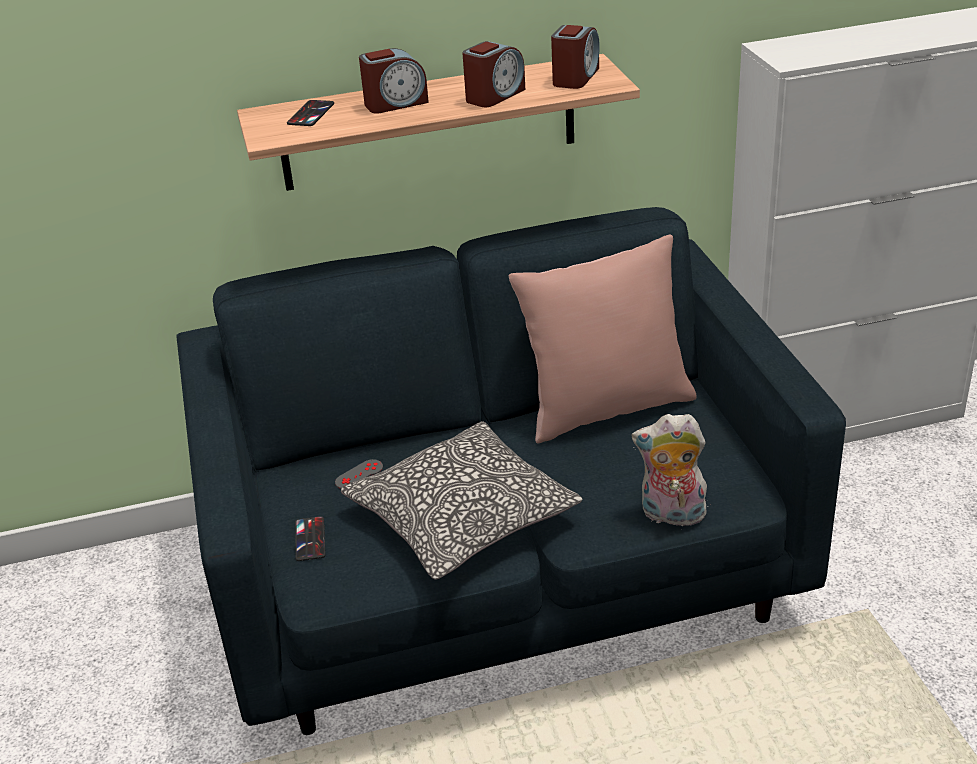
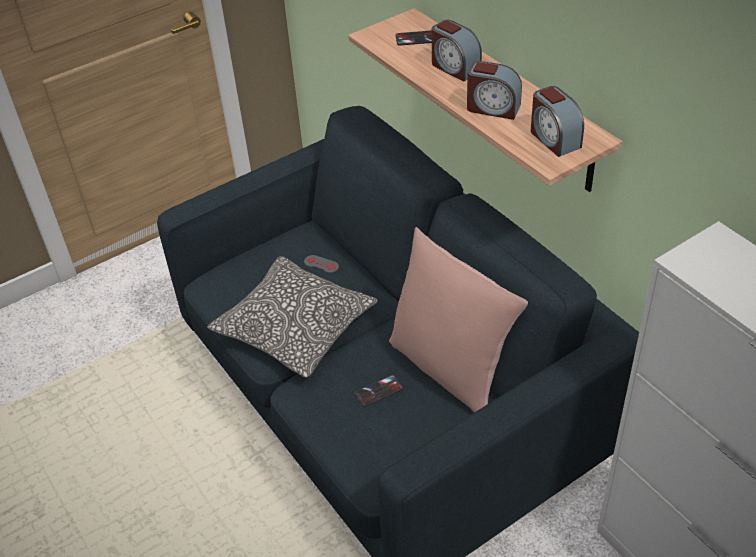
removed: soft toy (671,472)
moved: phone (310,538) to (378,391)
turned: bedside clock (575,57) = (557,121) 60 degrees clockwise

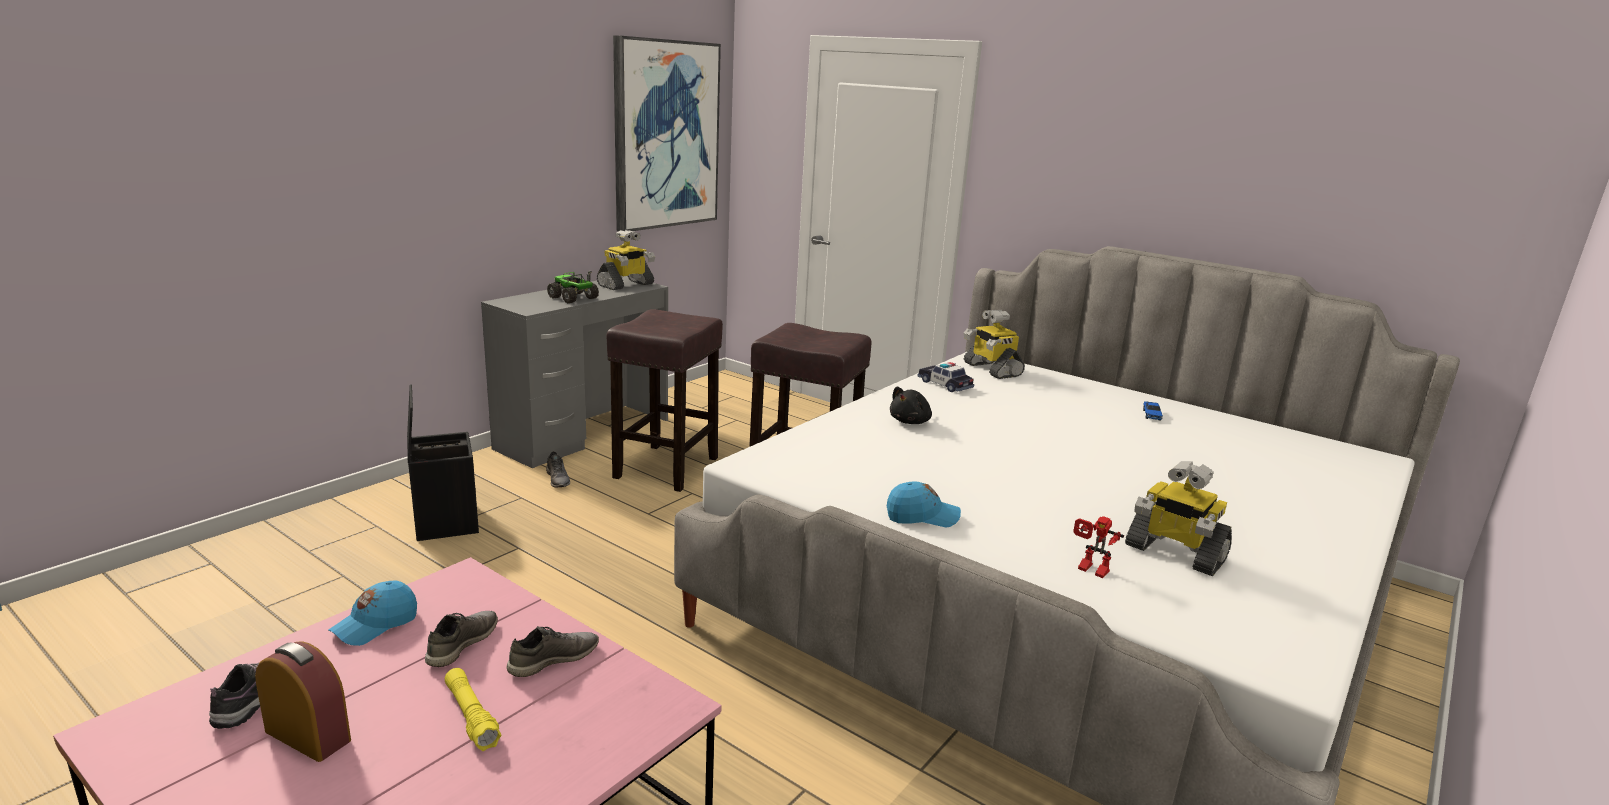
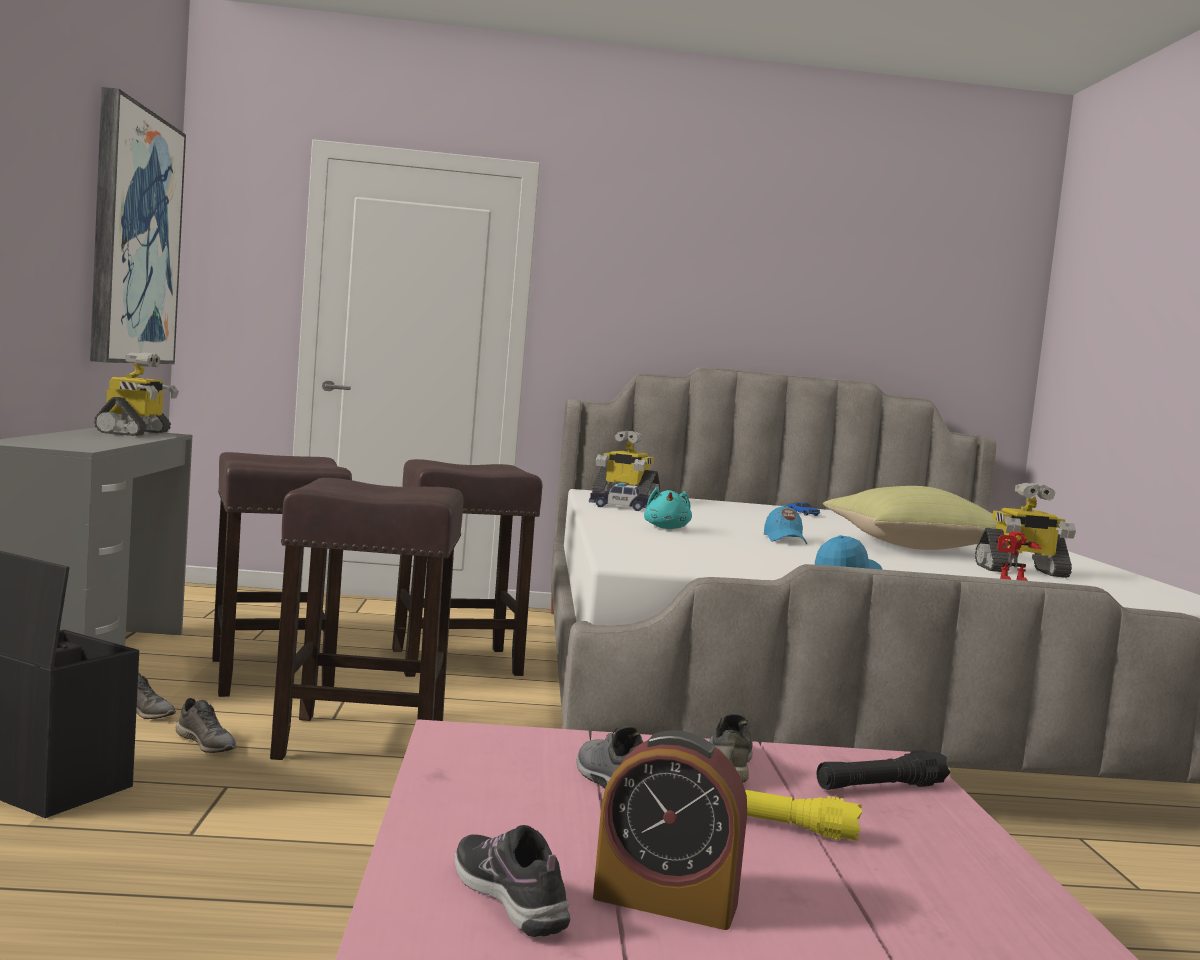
removed: toy lorry (573,286)
added: greyish low shoe (206,725); brown-coloured stool (367,619); black flashlight (883,770); yellow-coloured cushion (910,518)
moved: bluish baseball cap (372,613) to (785,524)
recoloured: black soft toy (911,405) to turquoise-coloured soft toy (668,508)
turned: bedside clock (303,701) = (670,830) 150 degrees counterclockwise

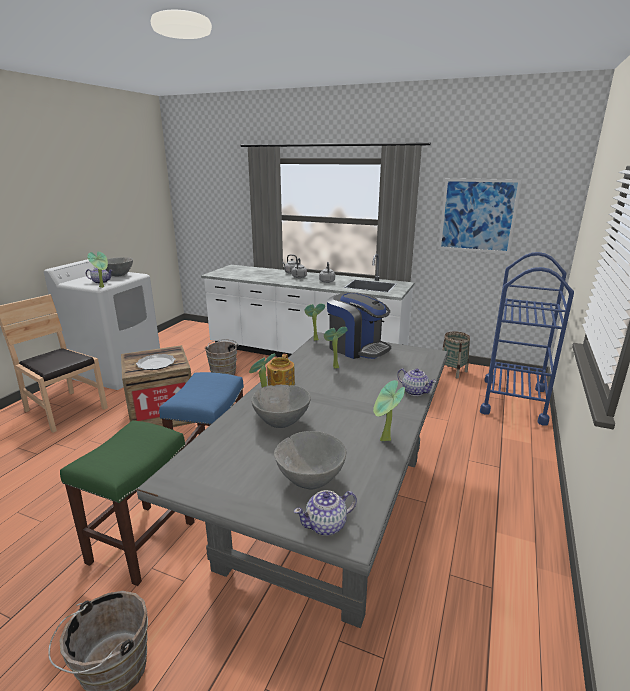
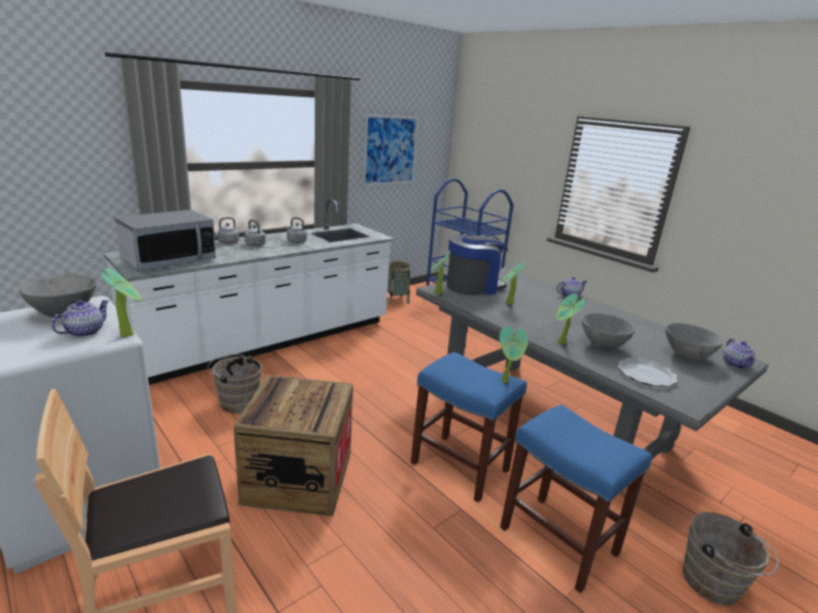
removed: teapot (281,370)
added: microwave (165,240)
moved: potted plant (389,410) to (513,354); dinner plate (156,362) to (648,372)
recoloured: green-coloured stool (127,503) to bluish stool (576,499)

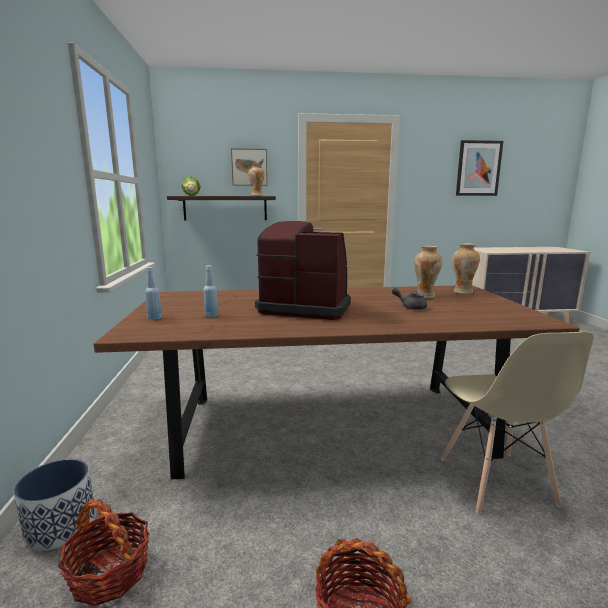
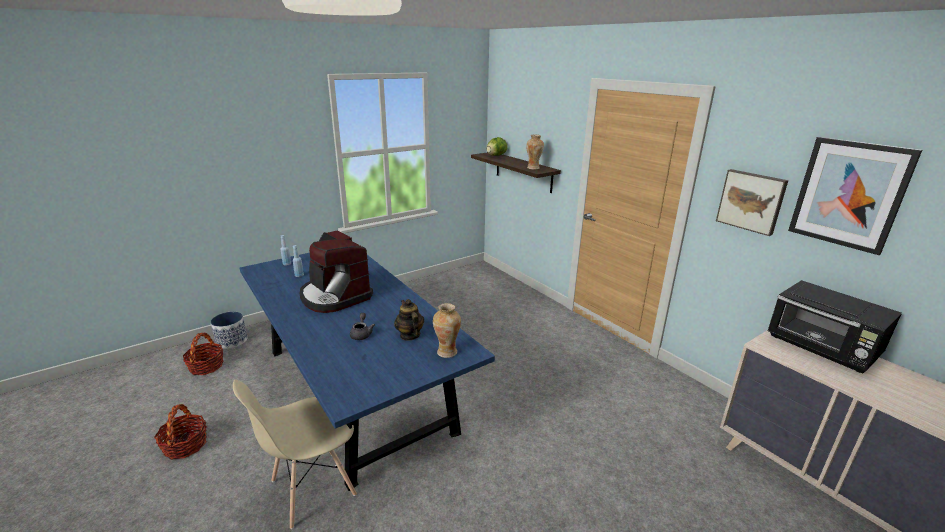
added: black microwave (834,326)
moved: wall picture (249,167) to (752,202)
replaced: decorative vase (428,271) to teapot (409,320)
recoloured: brown-coloured dinner table (337,382) to bluish dinner table (367,372)
turned: coffee maker (303,270) = (336,271) 150 degrees clockwise

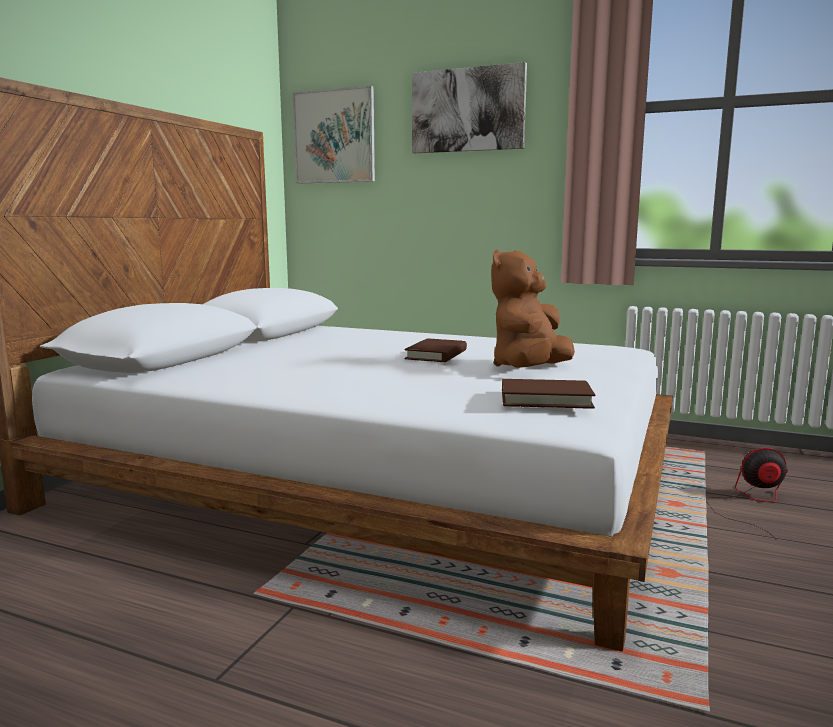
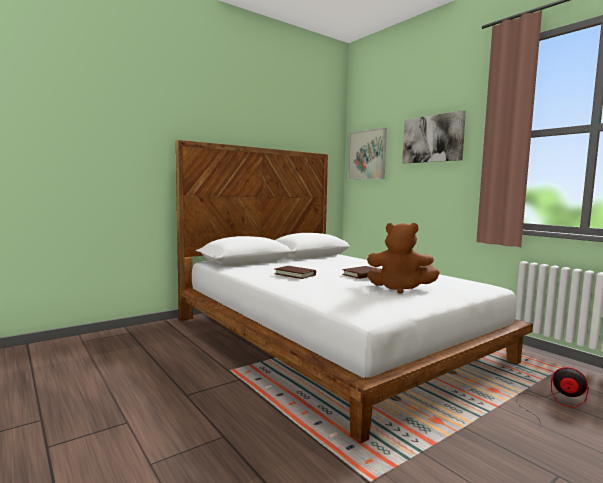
moved: brown-coloured bound book (548,394) to (295,272)
turned: brown-coloured soft toy (533,308) = (403,258) 135 degrees counterclockwise

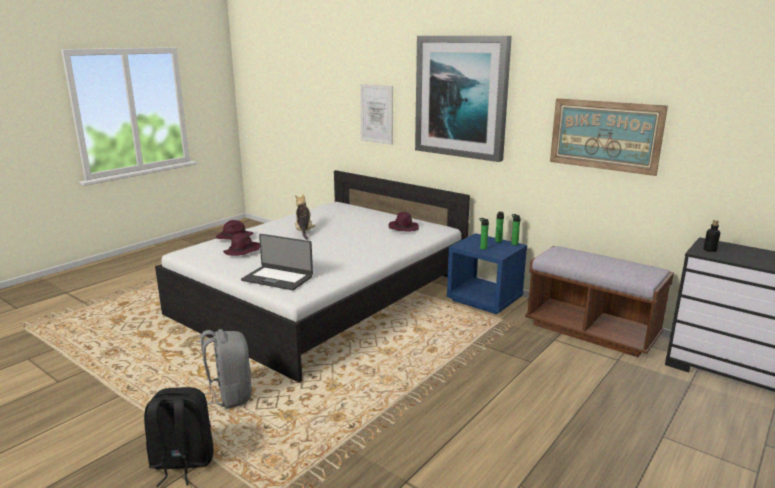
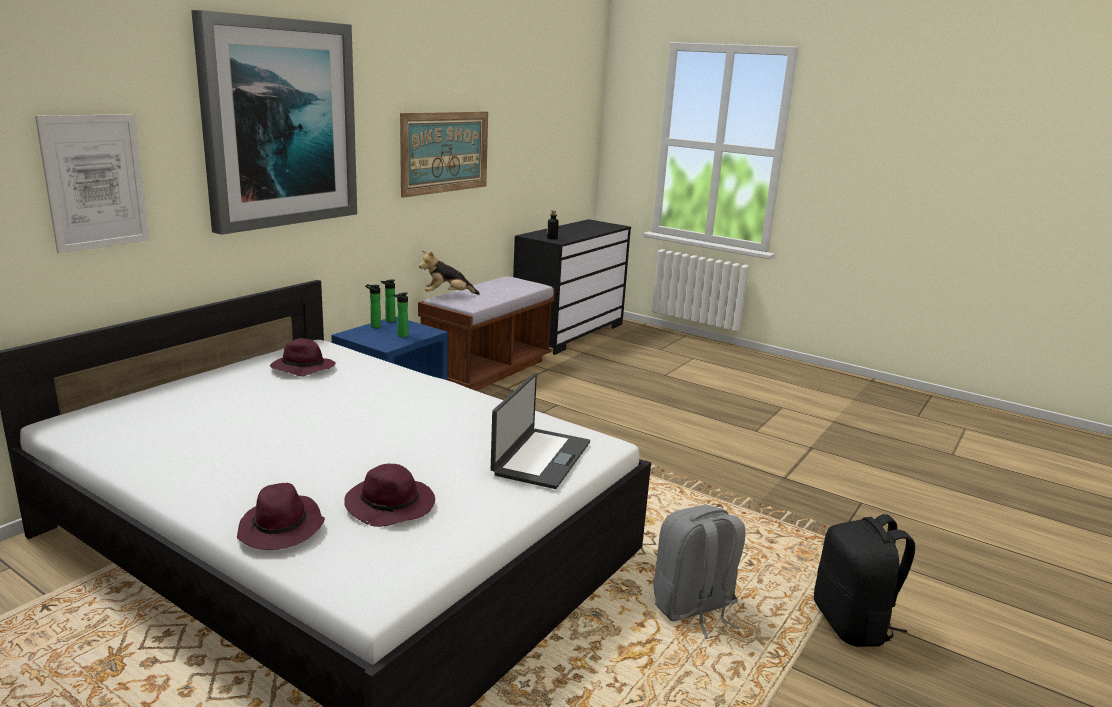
moved: soft toy (305,217) to (449,272)

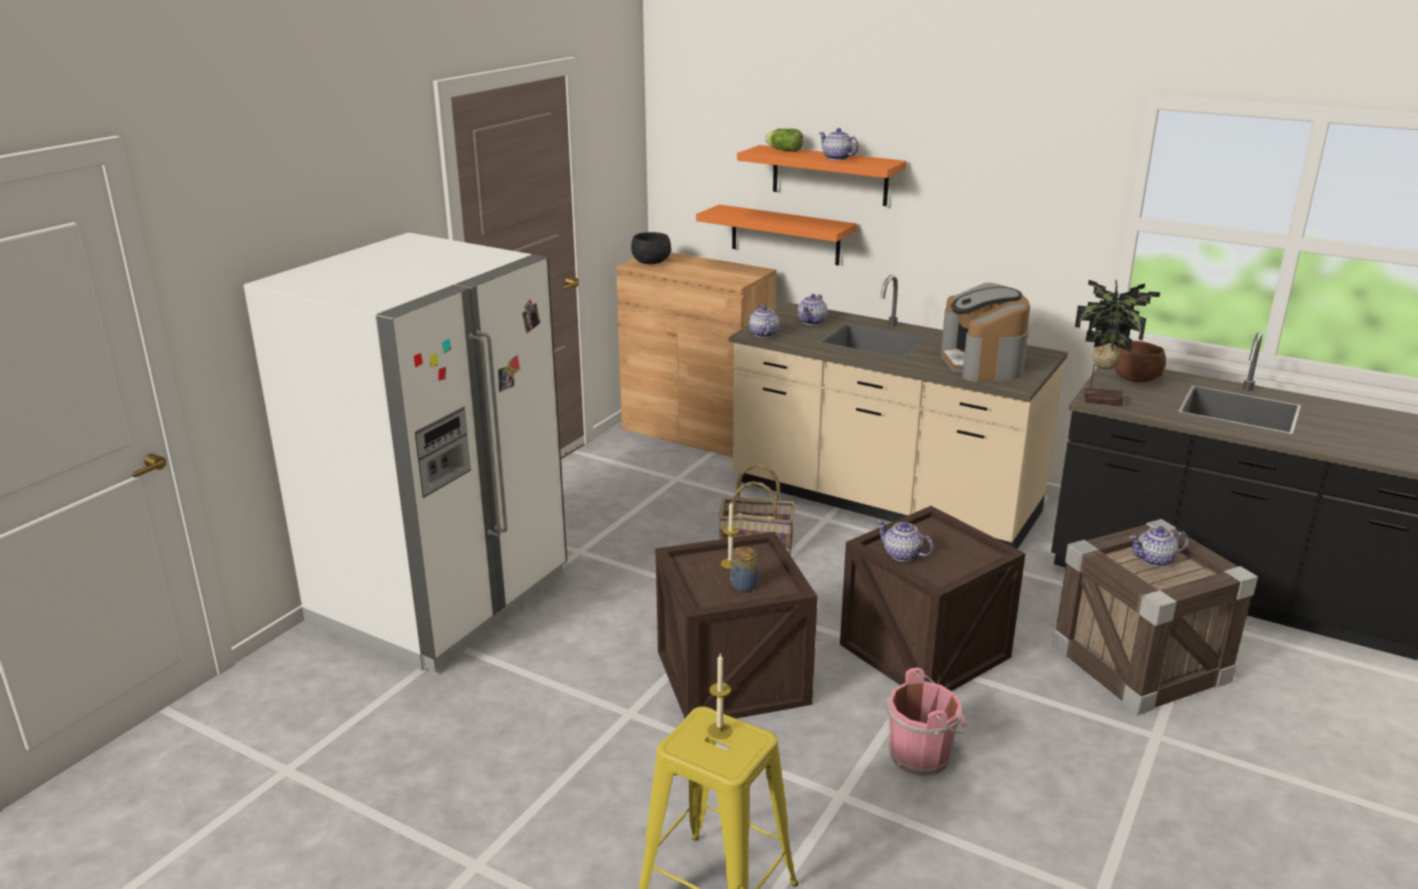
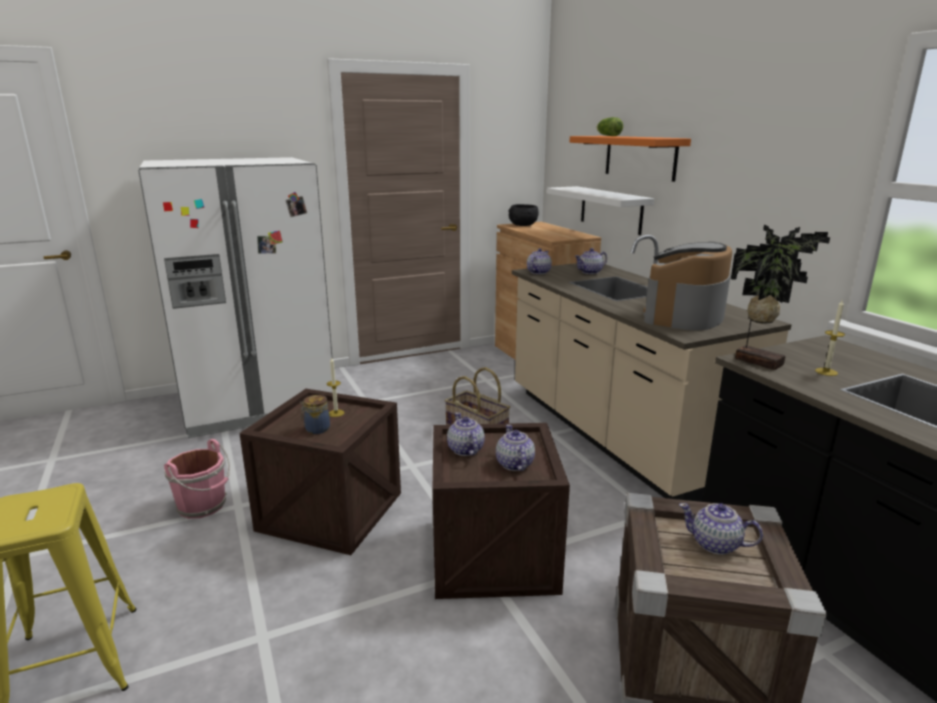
removed: brown-coloured serving bowl (1140,361)
moved: pinkish pail (926,722) to (197,479); teapot (839,144) to (515,447); candle (719,696) to (830,337)
recoloured: orange-coloured shelf (776,235) to white-coloured shelf (600,210)

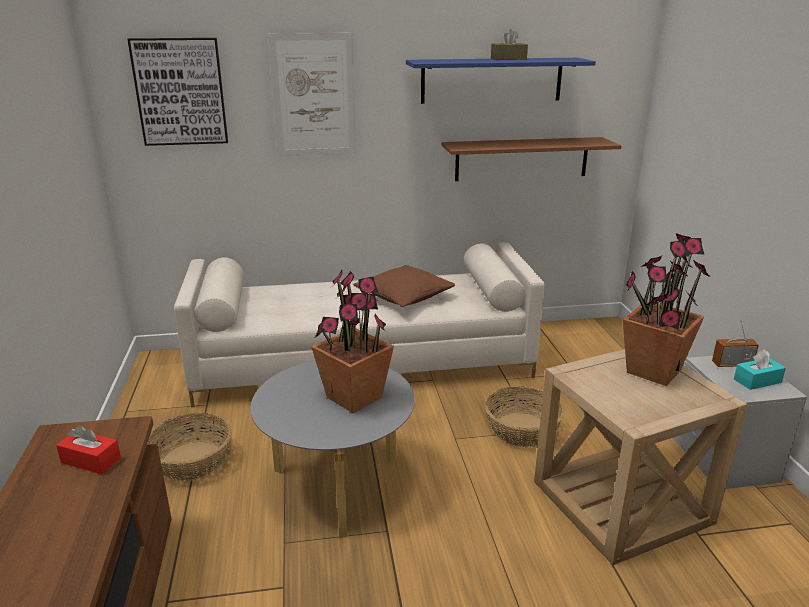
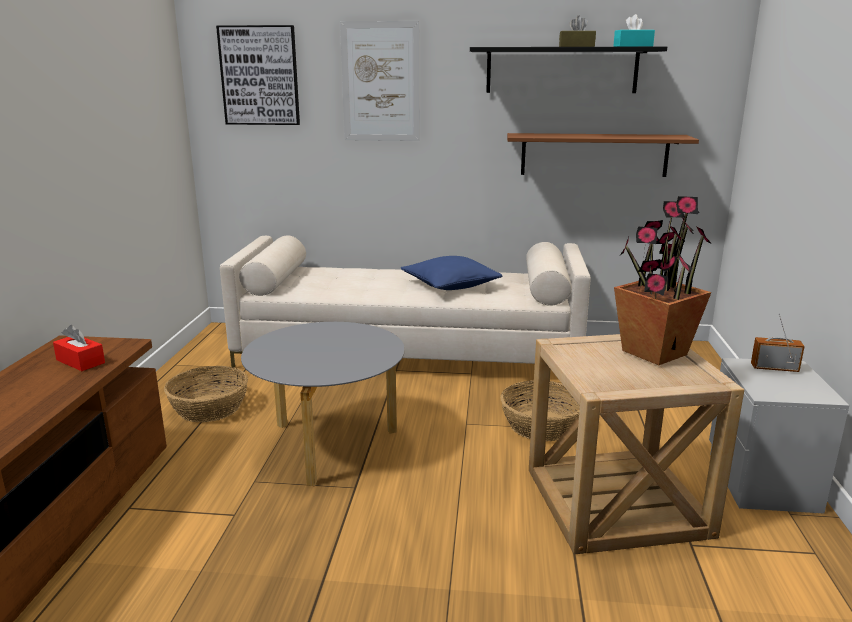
removed: potted plant (352,341)
moved: turquoise-coloured tissue box (760,370) to (634,30)
recoloured: brown-coloured cushion (404,286) to bluish cushion (451,273); bluish shelf (501,81) to black shelf (568,70)

